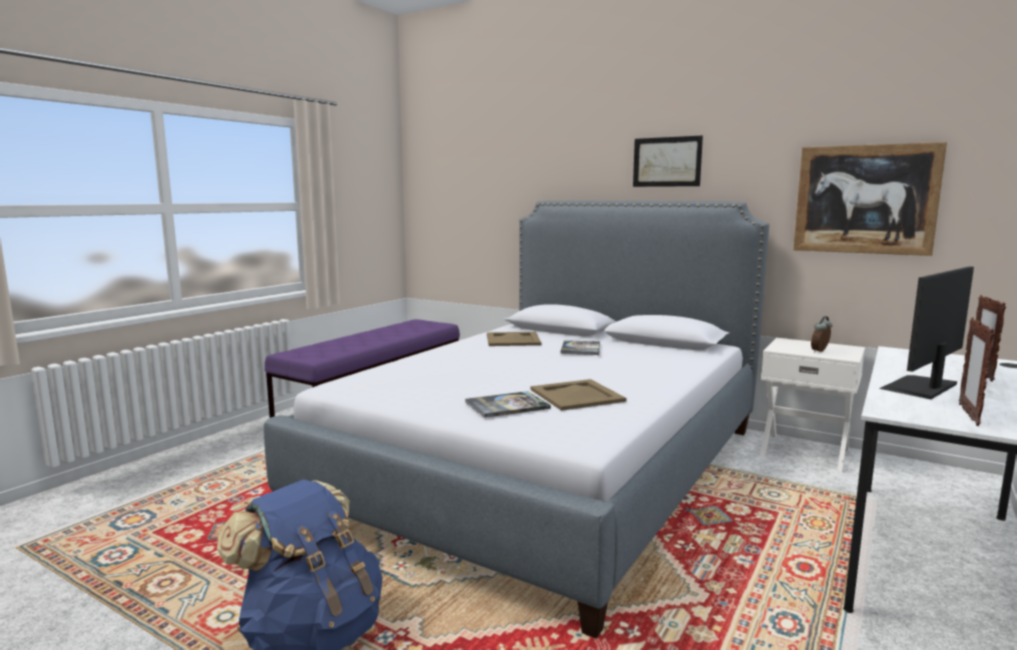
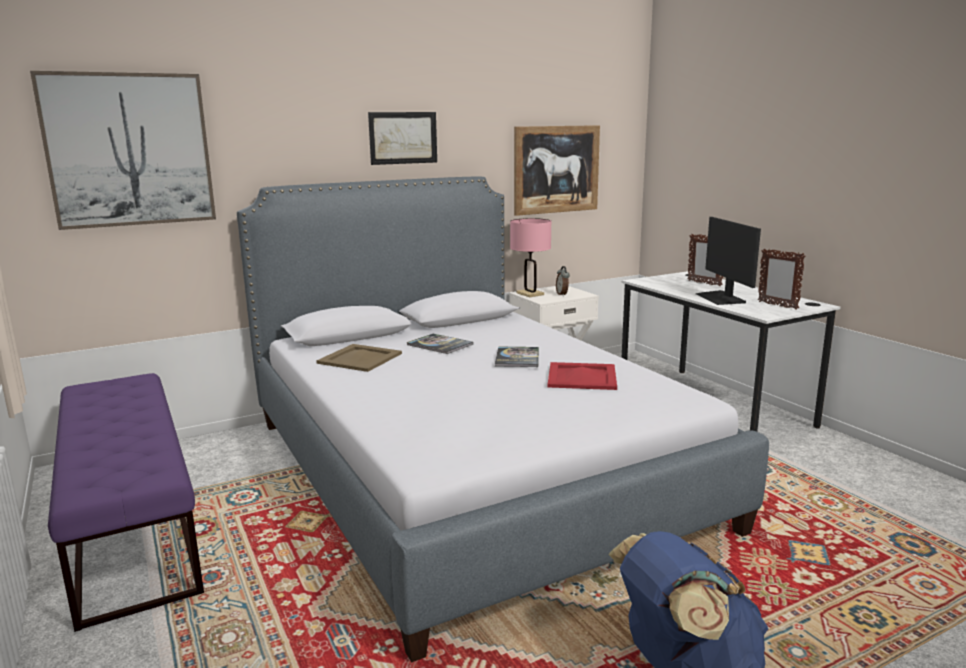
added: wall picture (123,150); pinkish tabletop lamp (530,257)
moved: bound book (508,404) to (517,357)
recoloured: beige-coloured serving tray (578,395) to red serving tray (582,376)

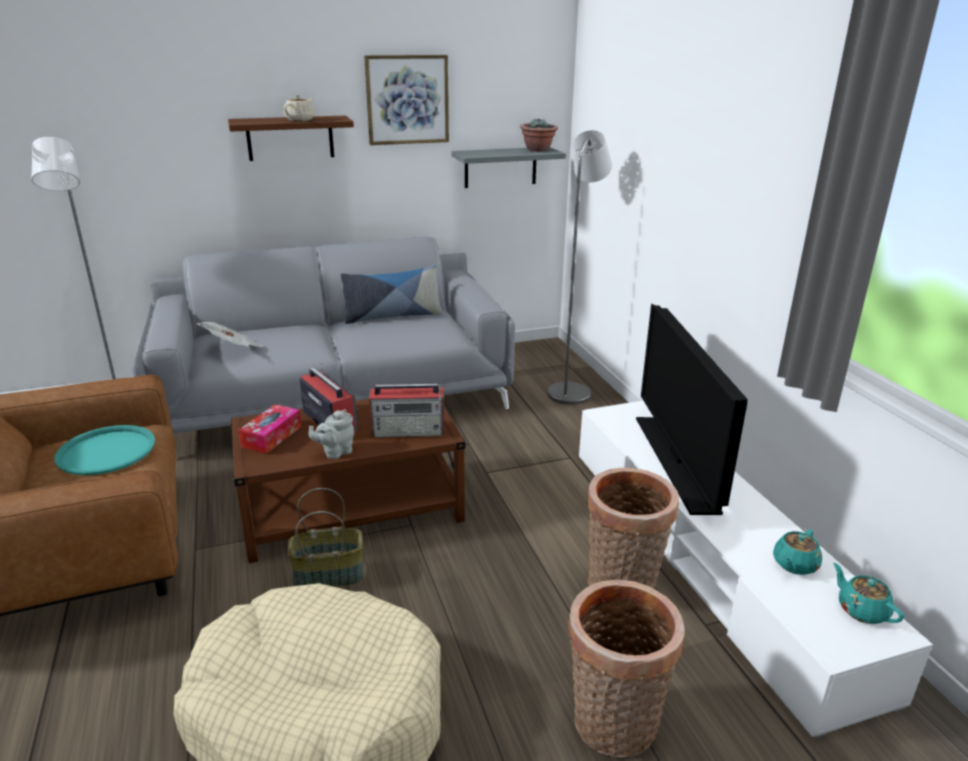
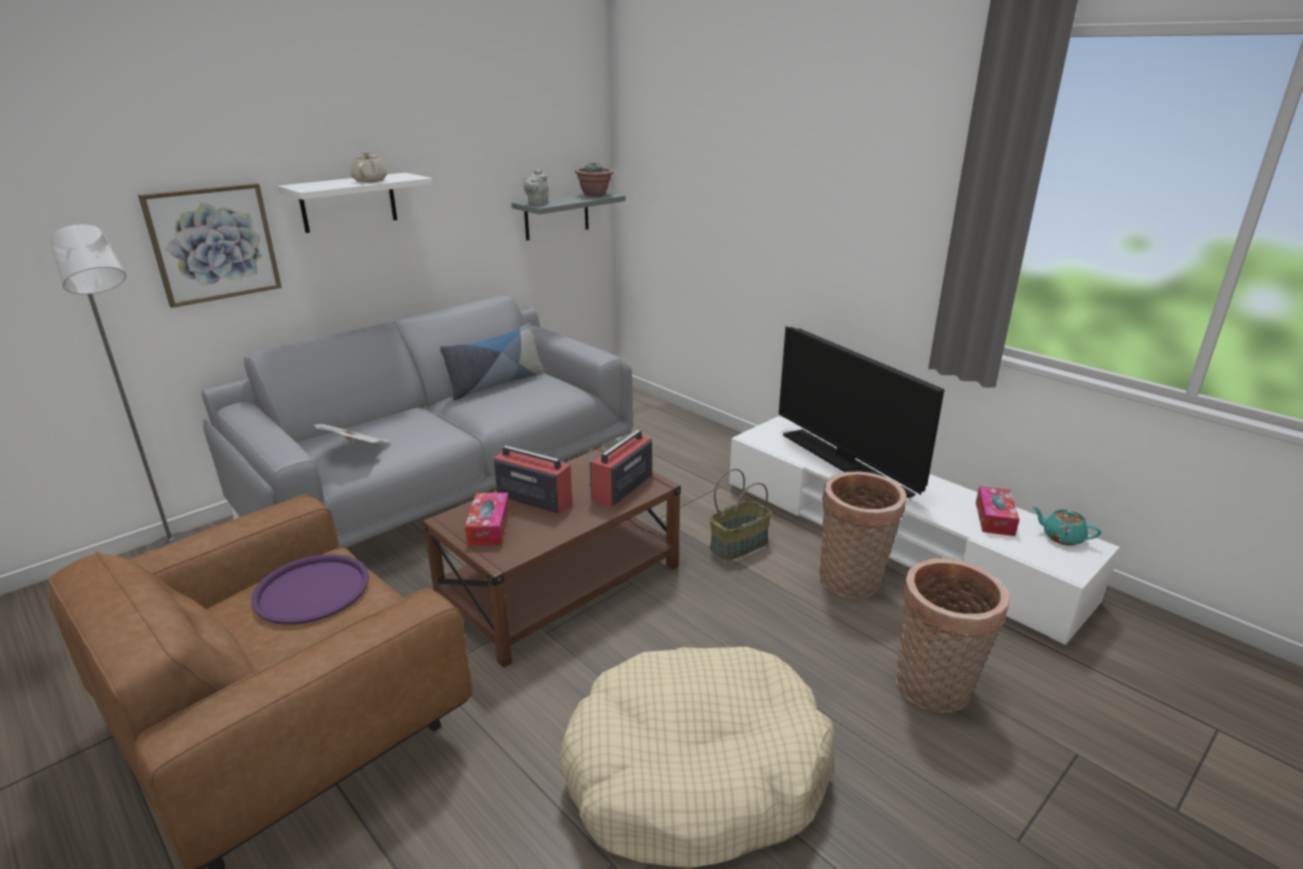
removed: greyish floor lamp (579,267)
moved: wall picture (406,100) to (210,245); greyish teapot (331,434) to (536,187); basket (326,537) to (741,514)
replaced: turquoise-coloured teapot (797,552) to tissue box (997,511)
recoloured: turquoise-coloured serving tray (104,450) to purple-coloured serving tray (310,589); brown-coloured shelf (291,138) to white-coloured shelf (355,203)
turned: radio (406,411) = (620,469) 150 degrees clockwise

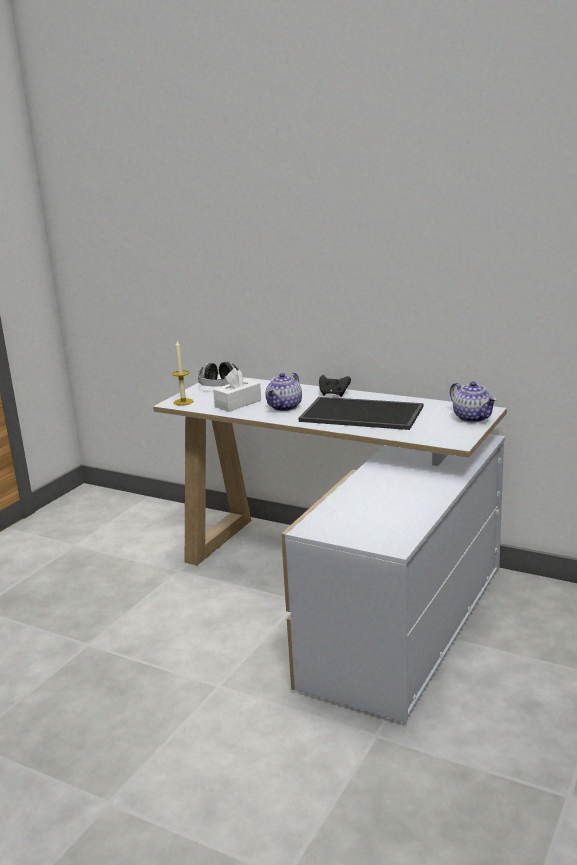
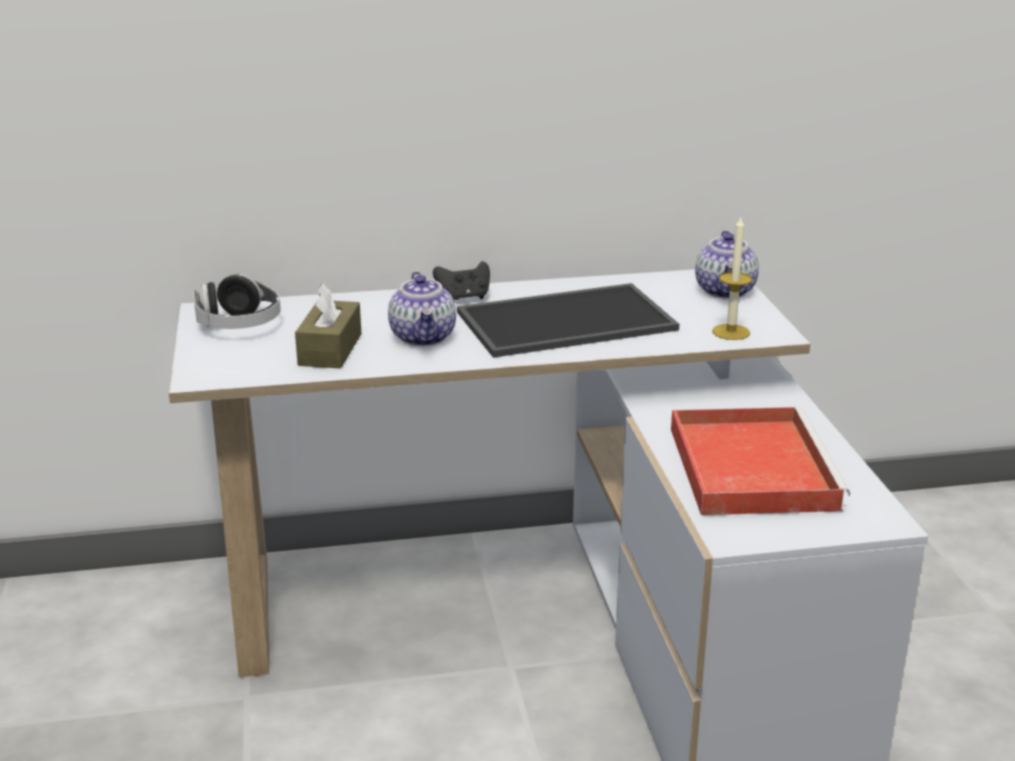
added: red serving tray (760,461)
moved: candle (182,373) to (732,278)
recoloured: white-coloured tissue box (237,390) to brown-coloured tissue box (328,325)
turned: teapot (473,401) = (727,265) 75 degrees clockwise

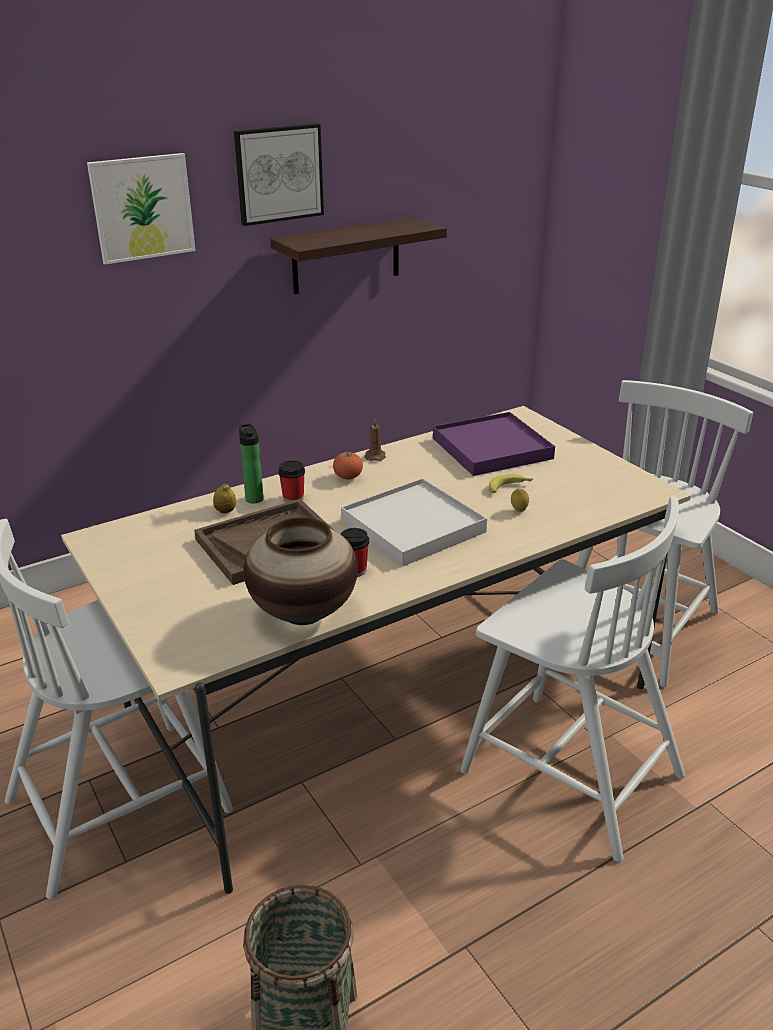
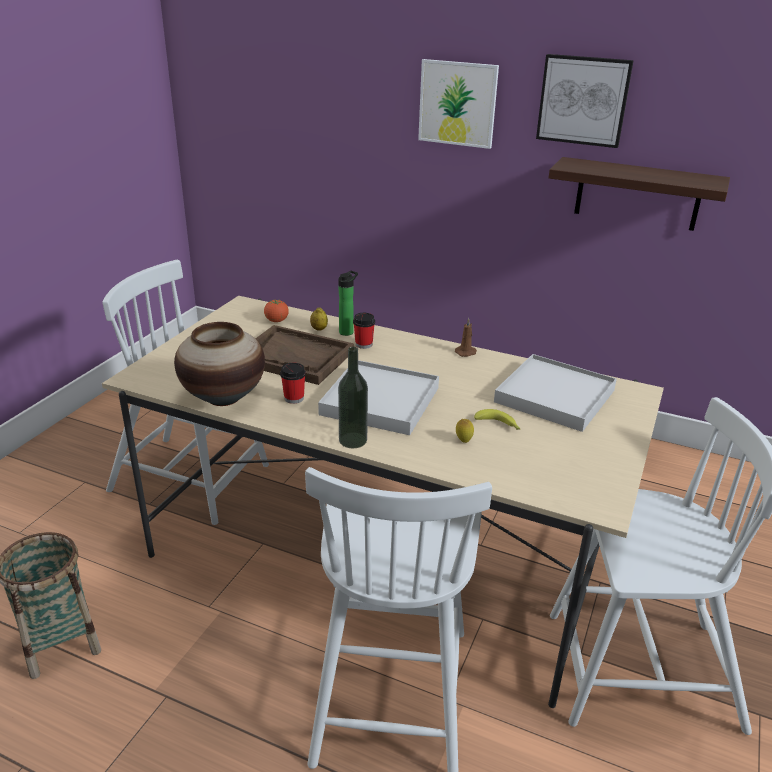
added: drink bottle (353,397)
moved: whole tomato (348,465) to (276,310)
recoloured: purple-coloured serving tray (494,444) to white-coloured serving tray (555,393)

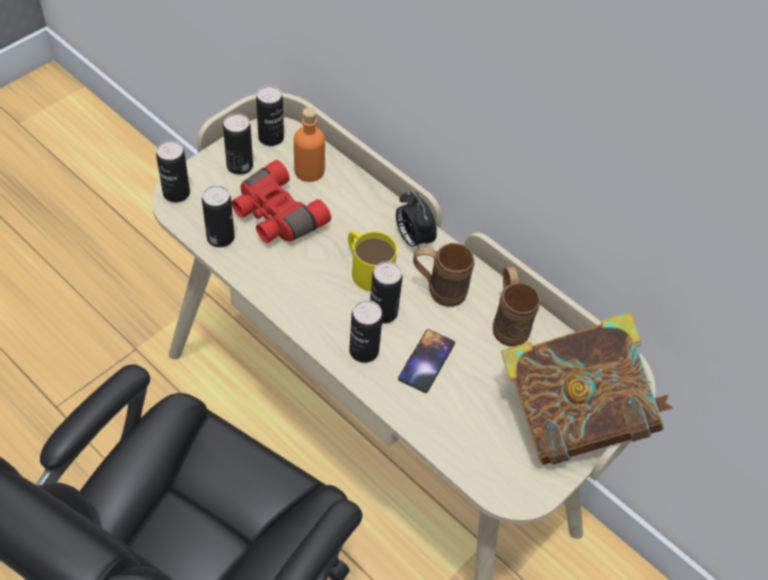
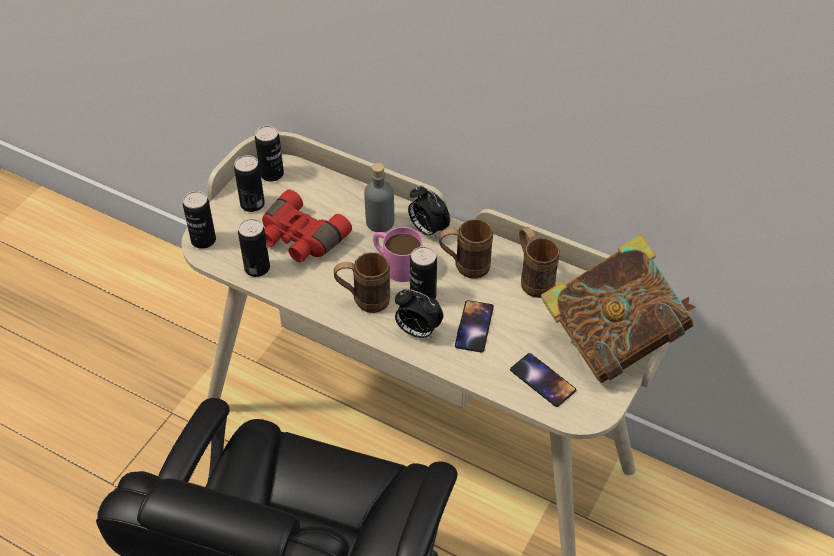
removed: orange-coloured drink bottle (309,144)
added: brown-coloured mug (362,282); greyish drink bottle (379,197); phone (543,380)
replaced: metal can (366,331) to bedside clock (419,313)
recoloured: yellow-coloured mug (372,261) to pinkish mug (398,254)

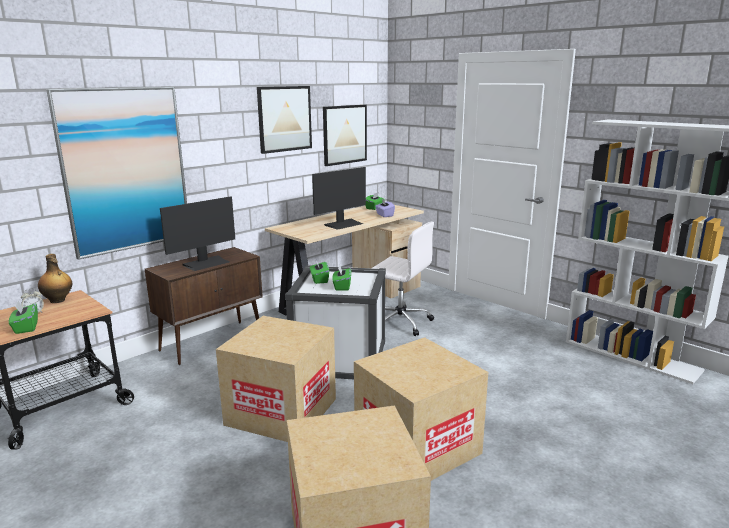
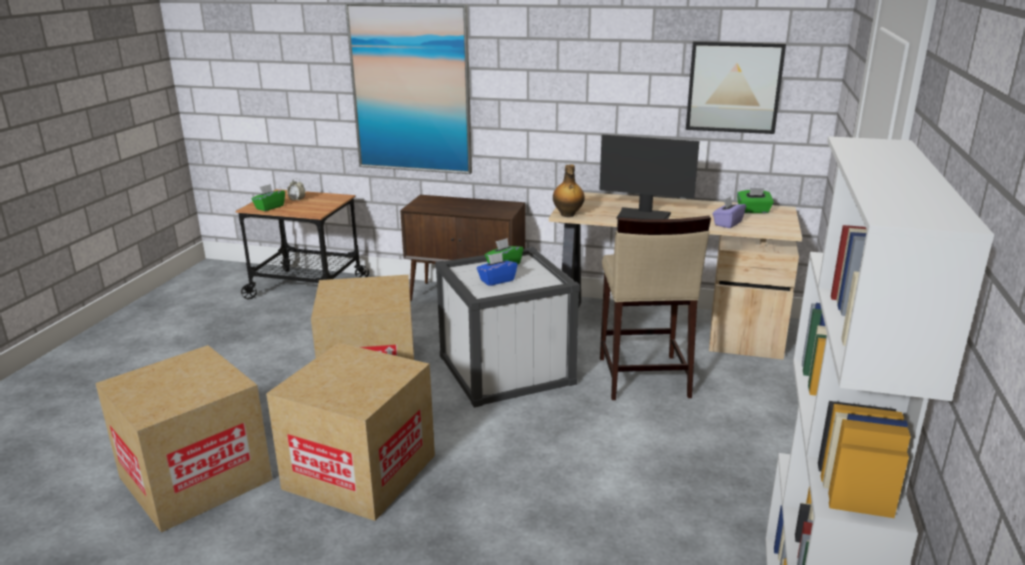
removed: computer display (197,233); wall picture (284,120)
moved: drink bottle (55,278) to (569,191)
replaced: white-coloured computer chair (403,279) to beige-coloured stool (655,308)
recoloured: green-coloured tissue box (341,277) to bluish tissue box (497,269)

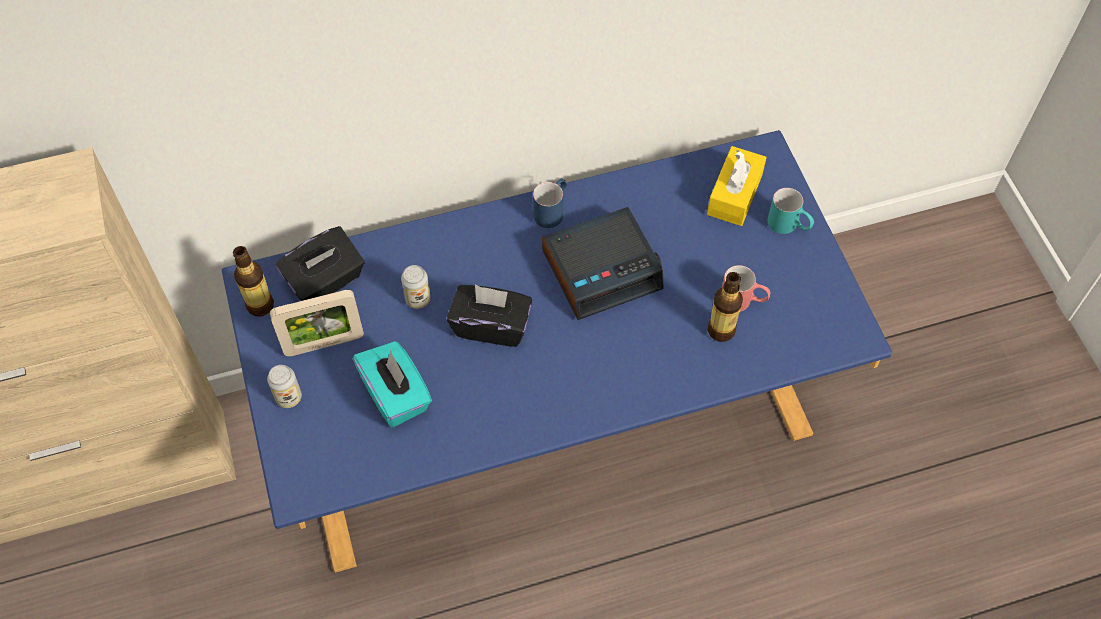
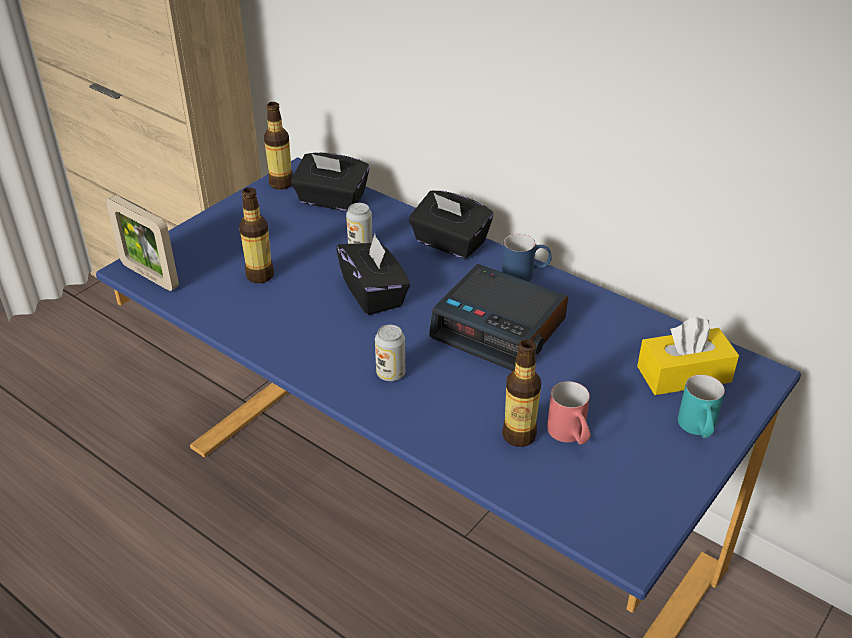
added: black tissue box (451,225)
moved: picture frame (317,323) to (142,243); metal can (284,386) to (390,353)
replaced: turquoise-coloured tissue box (392,384) to drink bottle (256,235)

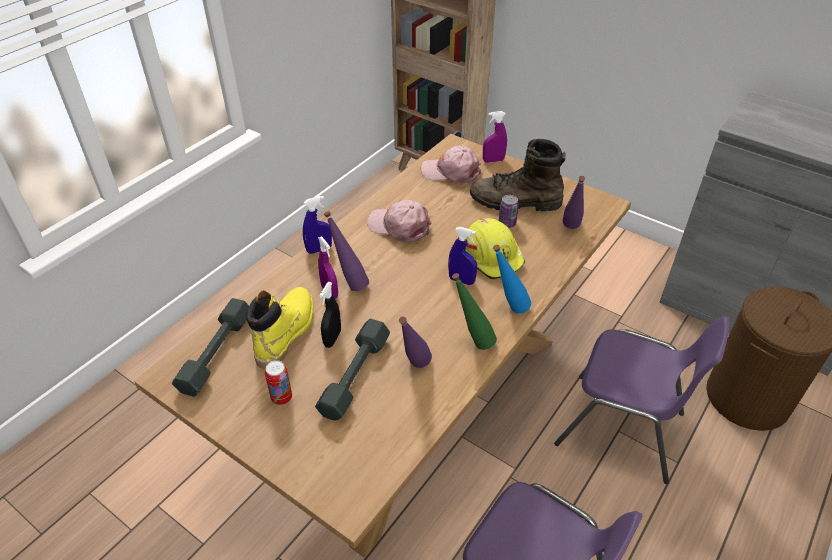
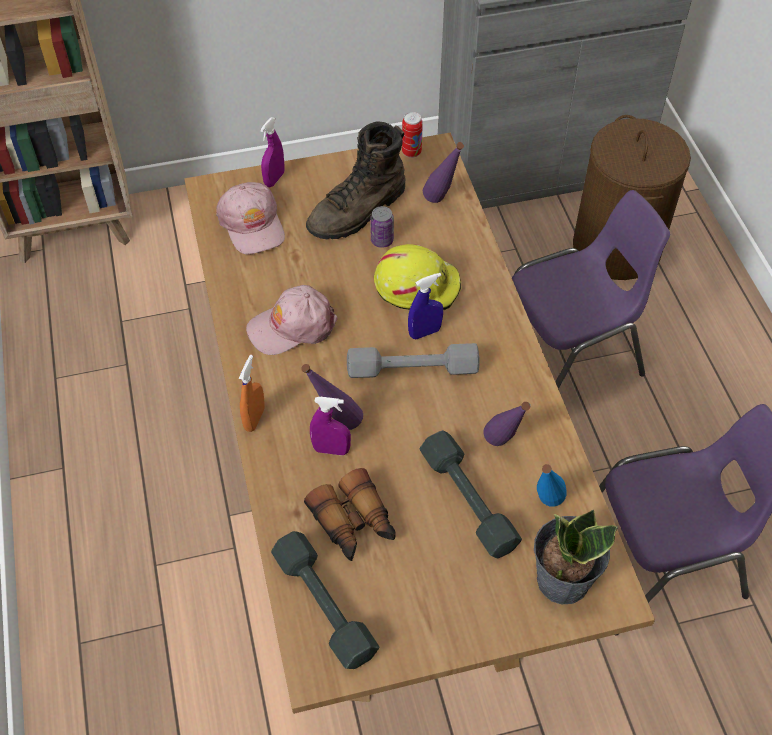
removed: black hand sprayer (330,315); green-coloured drink bottle (474,311)
added: greyish dumbbell (413,360); potted plant (576,556)
moved: metal can (278,382) to (412,135); bluish drink bottle (512,279) to (552,485)
replaced: yellow-coloured high-top boot (280,328) to field glasses (350,514)
recoloured: bluish hand sprayer (317,225) to orange-coloured hand sprayer (252,393)
turned: pinkish baseball cap (451,165) = (250,218) 75 degrees counterclockwise

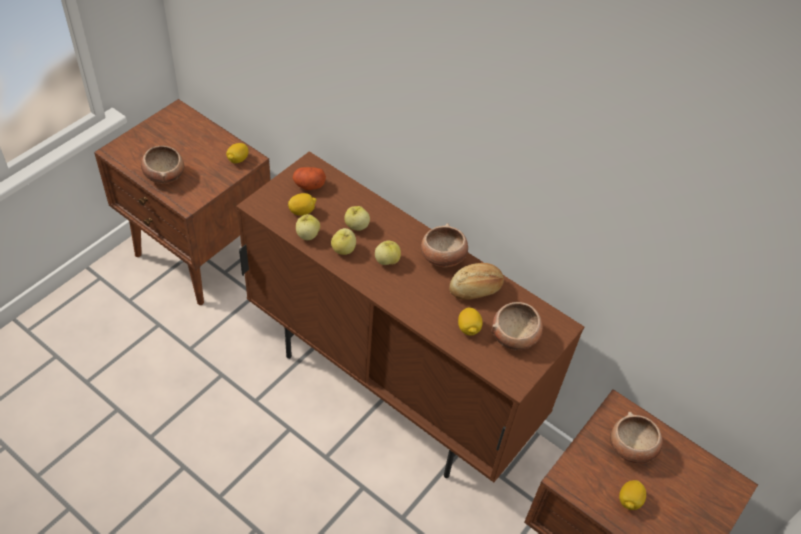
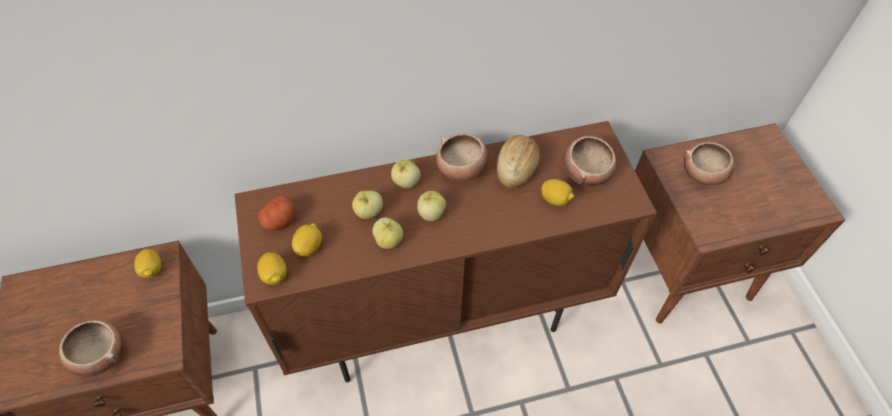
moved: whole lemon (632,495) to (272,269); apple (308,227) to (405,174)

